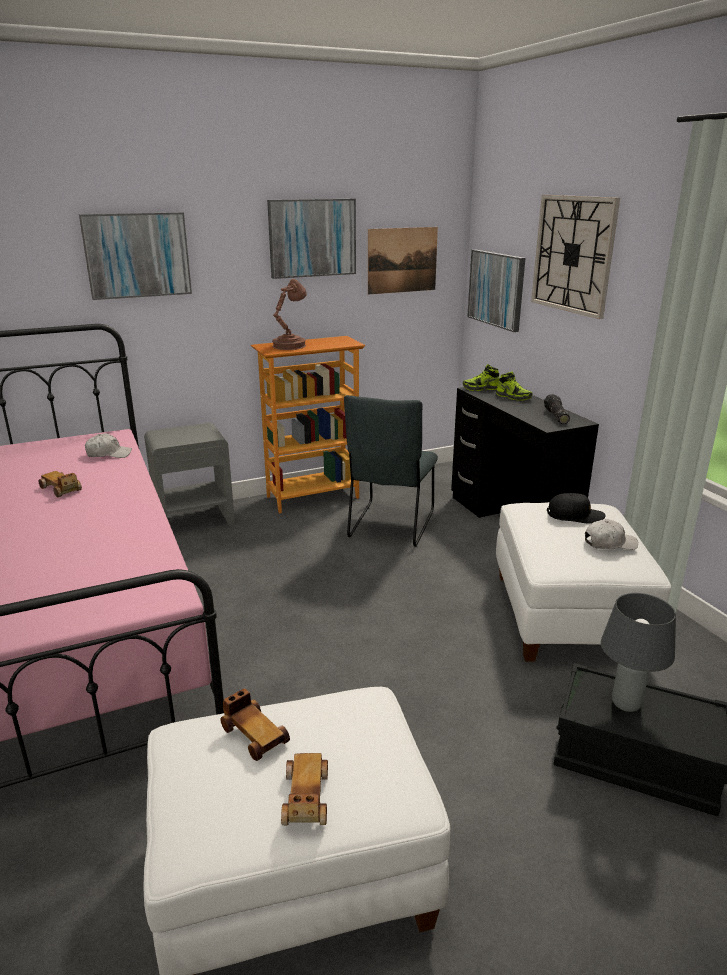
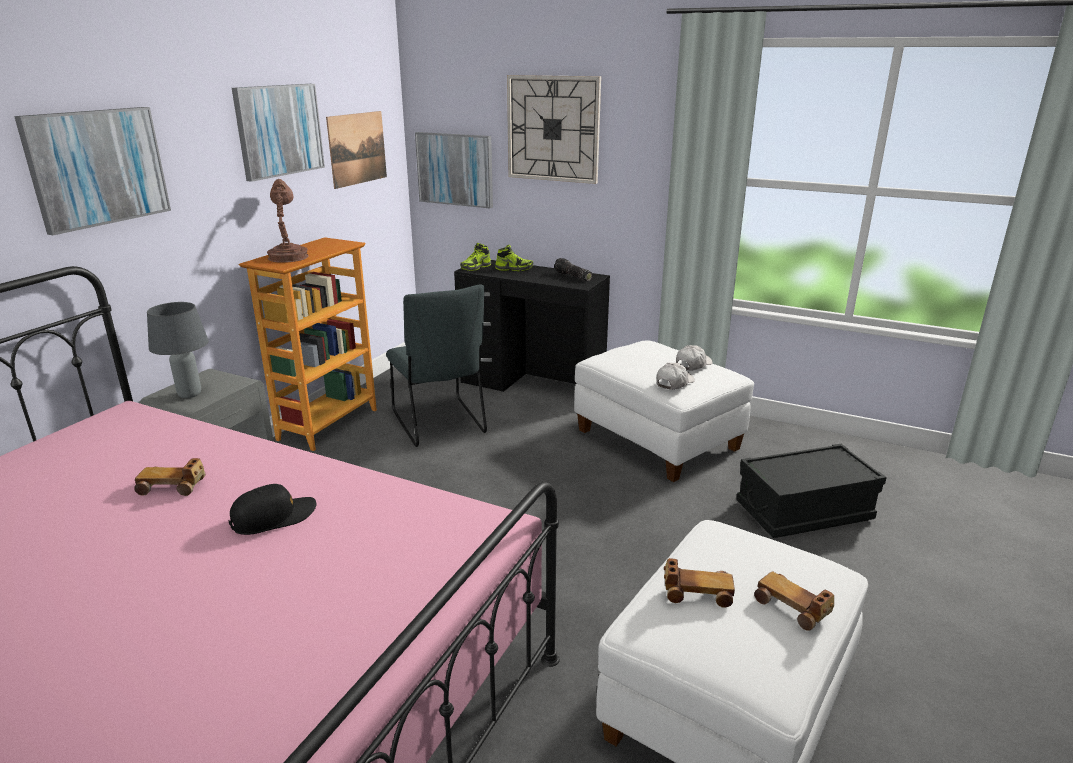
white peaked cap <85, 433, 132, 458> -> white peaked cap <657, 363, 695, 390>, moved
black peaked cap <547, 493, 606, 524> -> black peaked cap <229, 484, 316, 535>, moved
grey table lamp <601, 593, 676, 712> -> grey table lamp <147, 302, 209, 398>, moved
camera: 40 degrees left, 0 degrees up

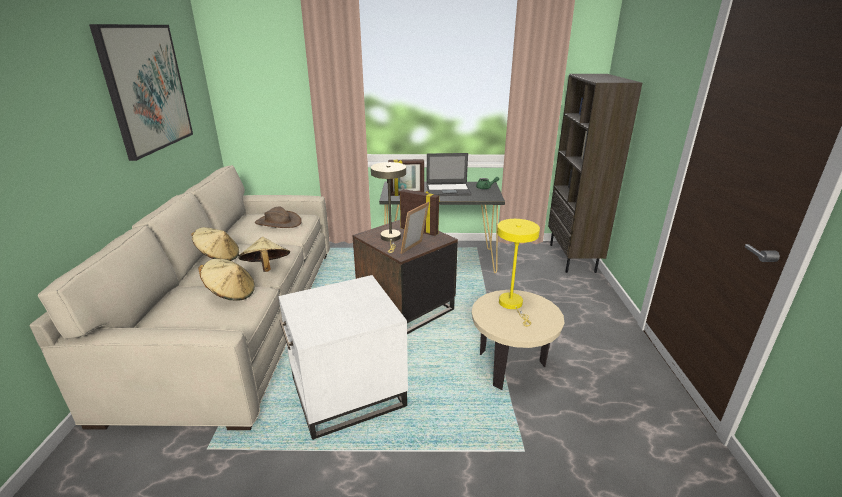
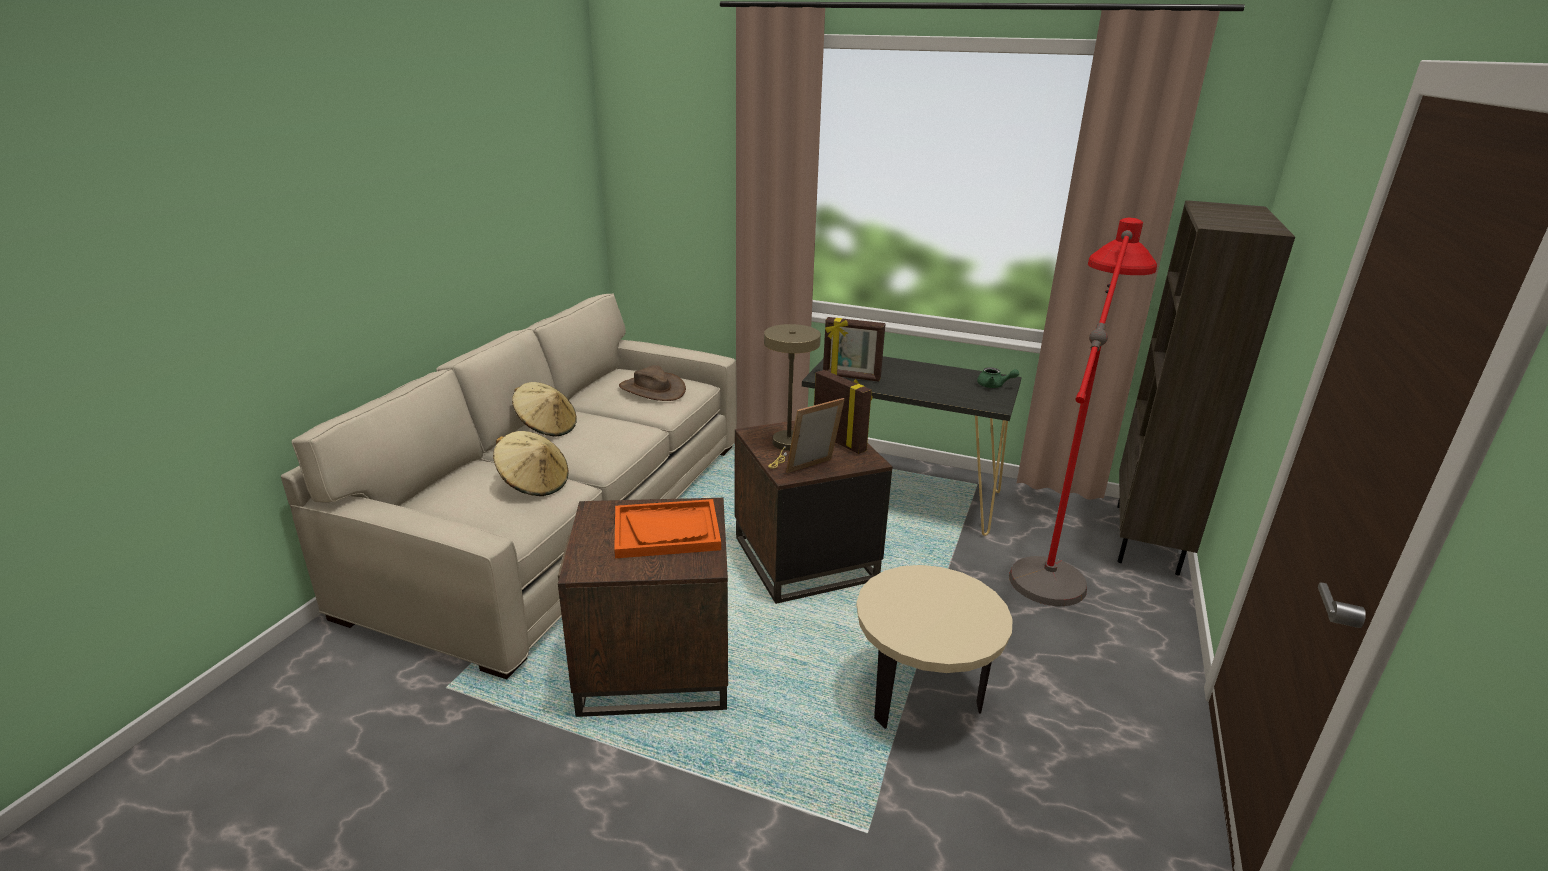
picture <89, 24, 193, 161> -> none
sand-coloured hat <238, 237, 290, 272> -> none
white end table <279, 275, 408, 440> -> brown end table <558, 498, 728, 717>
notebook computer <426, 153, 472, 196> -> none
yellowish table lamp <497, 219, 540, 327> -> none
none -> orangey serving tray <614, 499, 721, 558>
none -> reddish standard lamp <1009, 218, 1157, 606>
camera: 20 degrees right, 0 degrees up

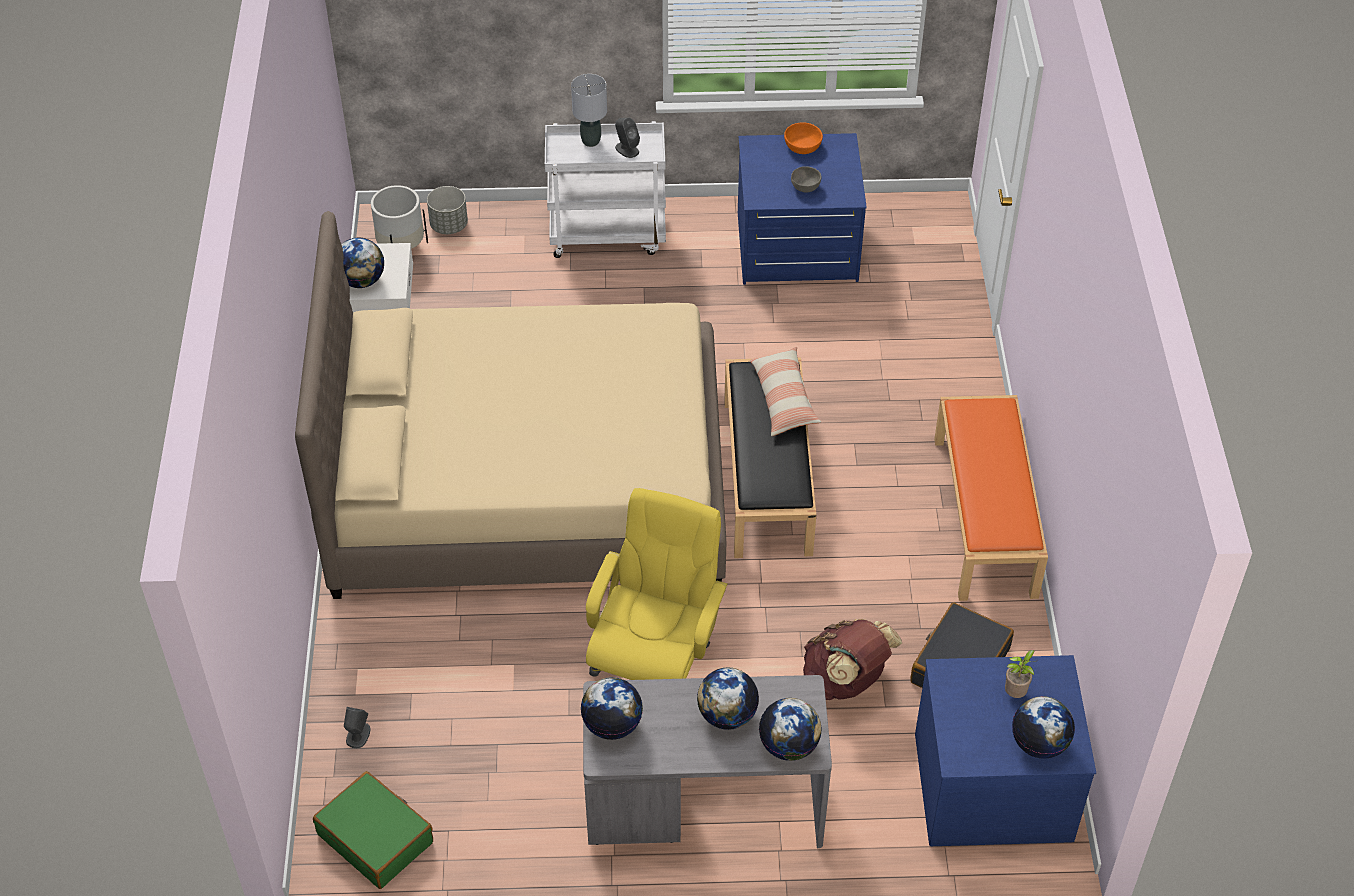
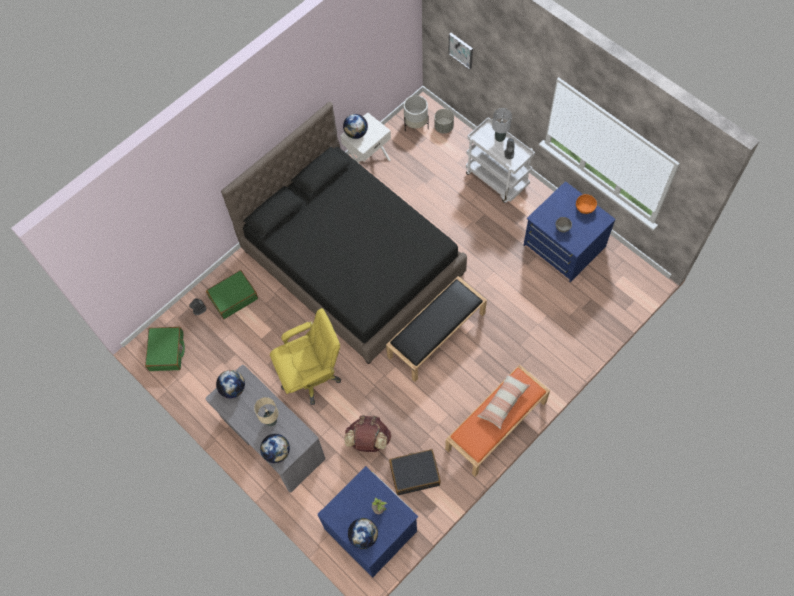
sand-coloured bedroom bed <295, 211, 726, 599> -> black bedroom bed <221, 102, 467, 364>
desk globe <697, 667, 759, 730> -> sand-coloured table lamp <254, 397, 278, 426>
pillow <750, 347, 821, 436> -> pillow <477, 374, 531, 430>, moved
none -> green-coloured piece of luggage <206, 270, 258, 319>
none -> picture <448, 33, 473, 70>
camera: 50 degrees right, 15 degrees up

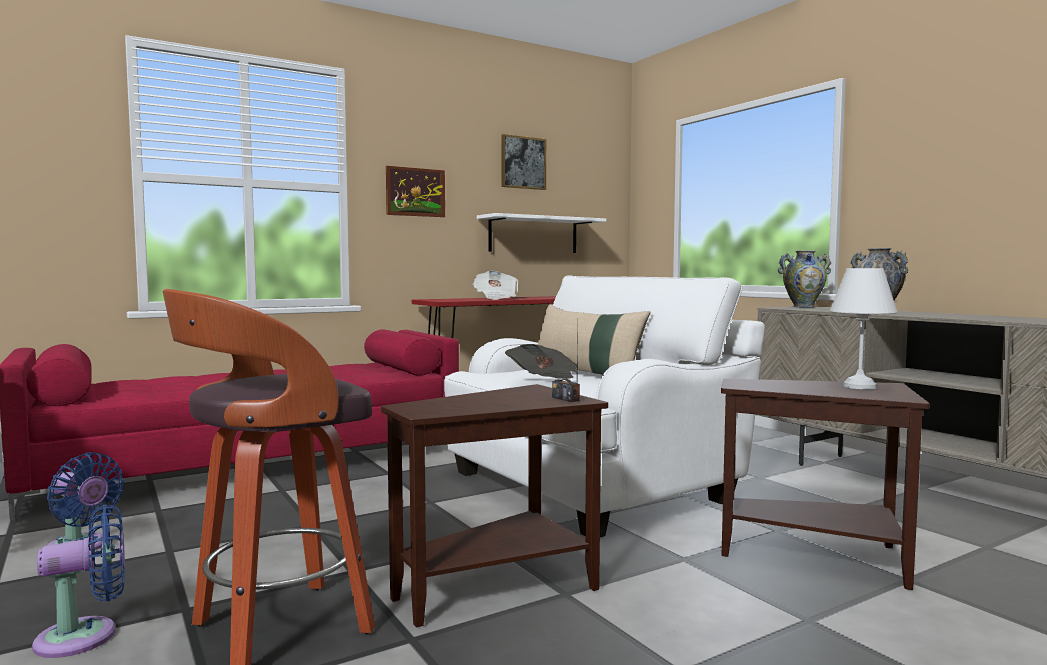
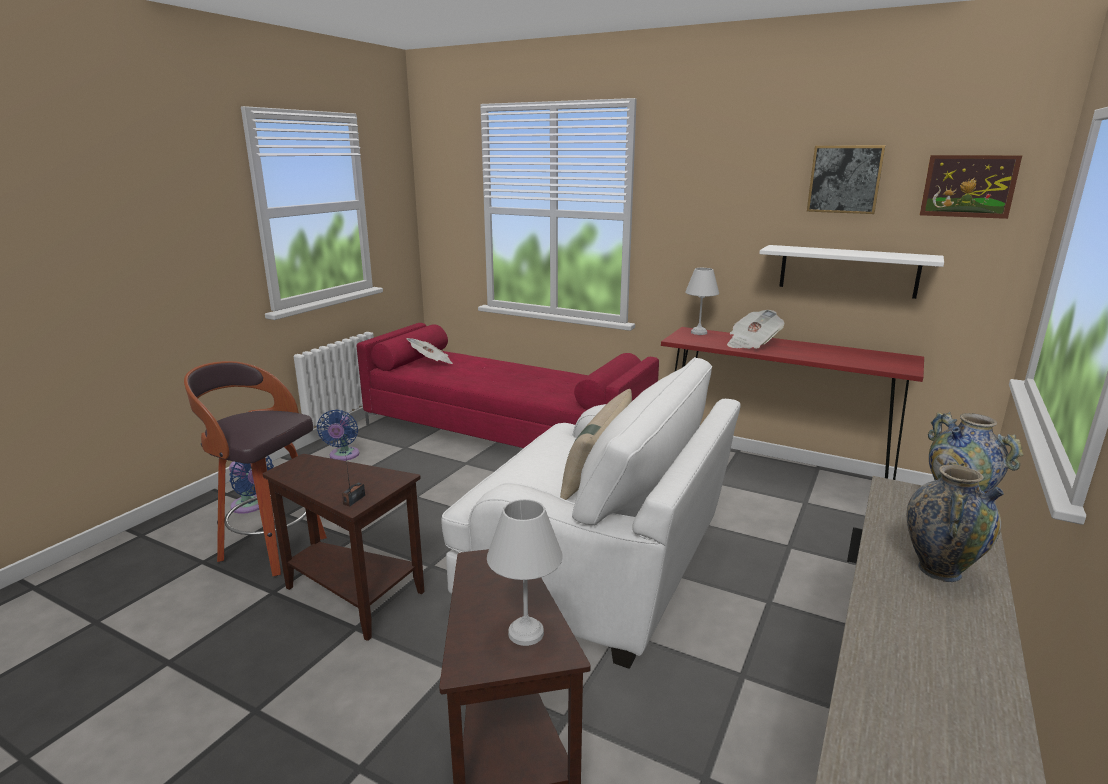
picture <386, 166, 445, 217> -> picture <920, 155, 1022, 219>, moved
daily paper <505, 344, 577, 379> -> daily paper <406, 338, 453, 364>, moved
none -> white table lamp <685, 268, 719, 335>
camera: 60 degrees right, 15 degrees up

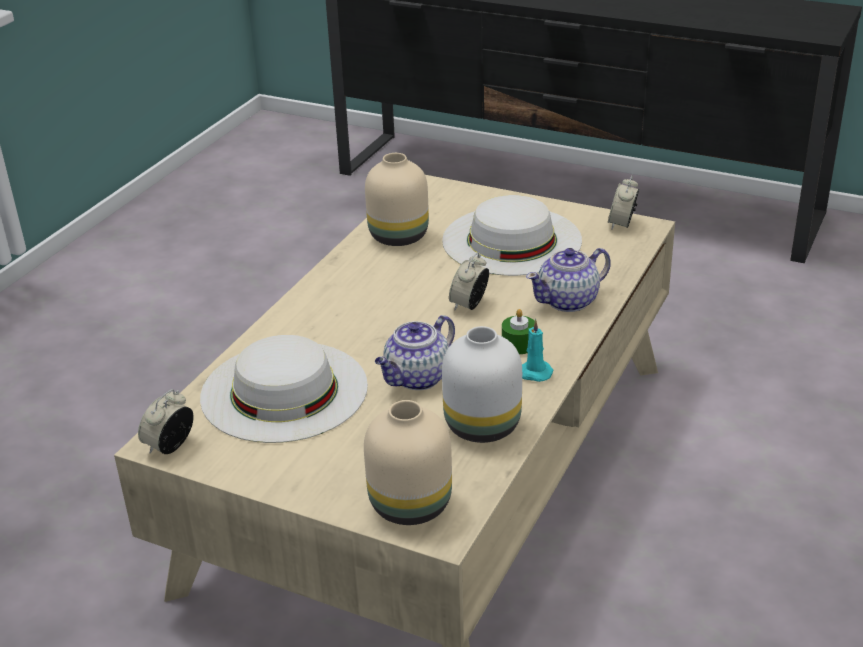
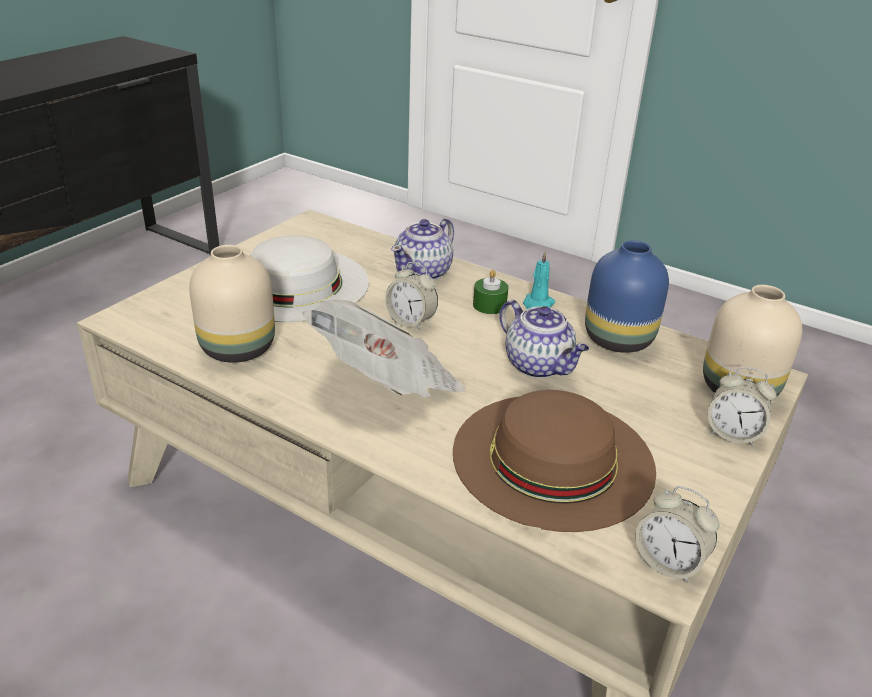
white hat <200, 335, 368, 443> -> brown hat <453, 390, 656, 532>
white vase <442, 326, 522, 443> -> bluish vase <585, 240, 669, 353>
pot for tea <526, 248, 611, 312> -> pot for tea <391, 219, 454, 280>, 60 degrees clockwise
bedside clock <608, 175, 639, 229> -> bedside clock <708, 367, 777, 446>, moved
none -> daily paper <303, 300, 465, 398>
camera: 85 degrees left, 0 degrees up

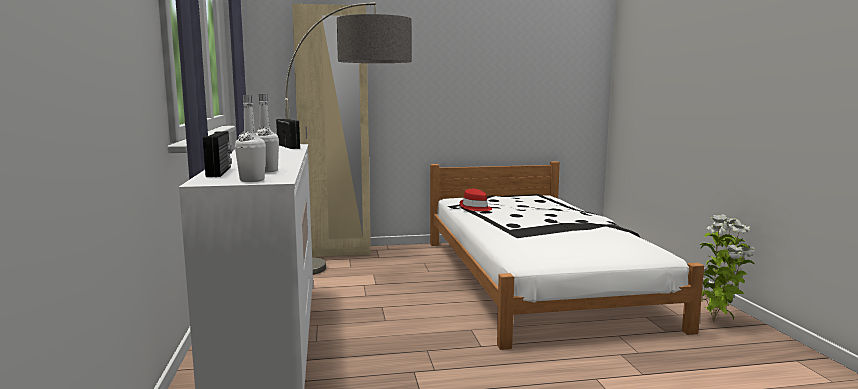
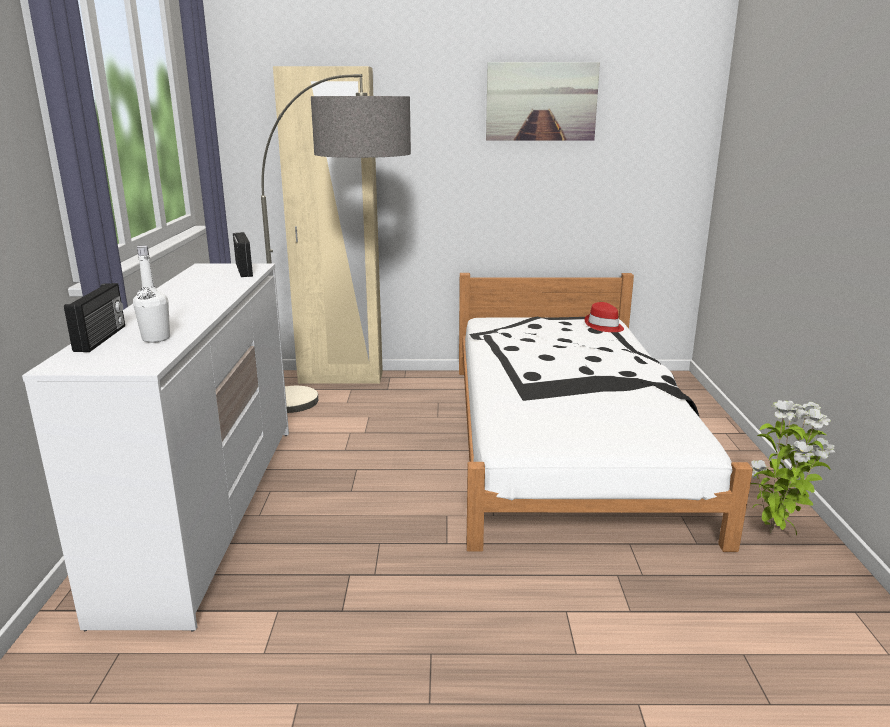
white drink bottle <235, 95, 266, 182> -> none
reddish hat <460, 189, 492, 211> -> reddish hat <585, 302, 624, 332>, moved
none -> picture <486, 62, 600, 141>
camera: 10 degrees right, 10 degrees up

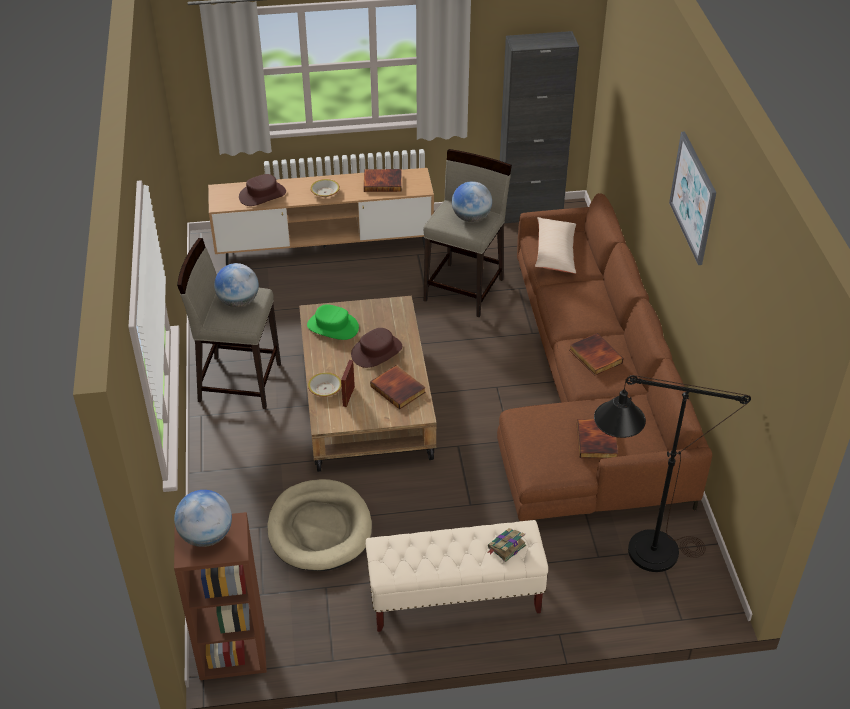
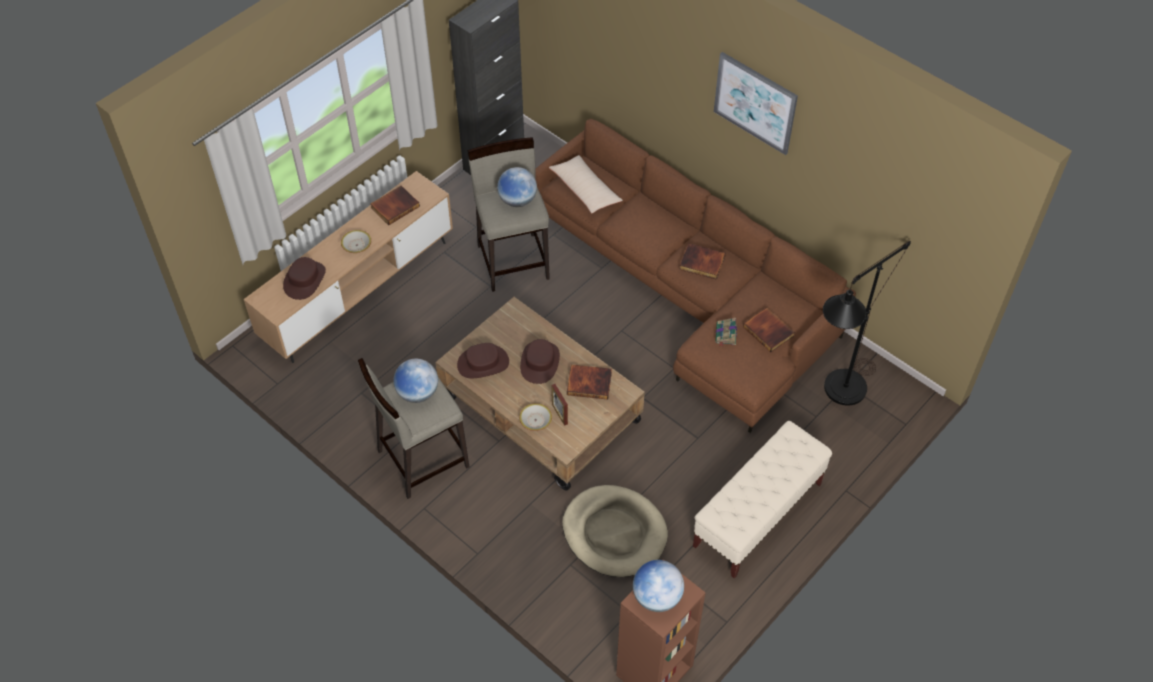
green-coloured hat <307, 304, 359, 340> -> brown hat <457, 343, 509, 378>
bound book <487, 528, 526, 562> -> bound book <715, 318, 737, 347>, moved
camera: 40 degrees left, 10 degrees up

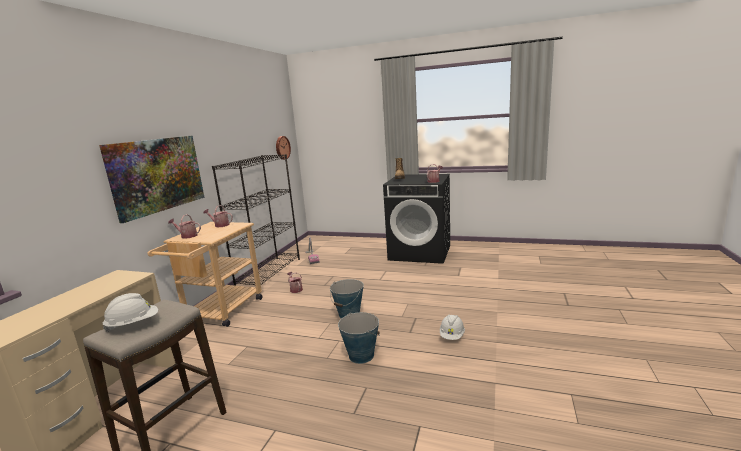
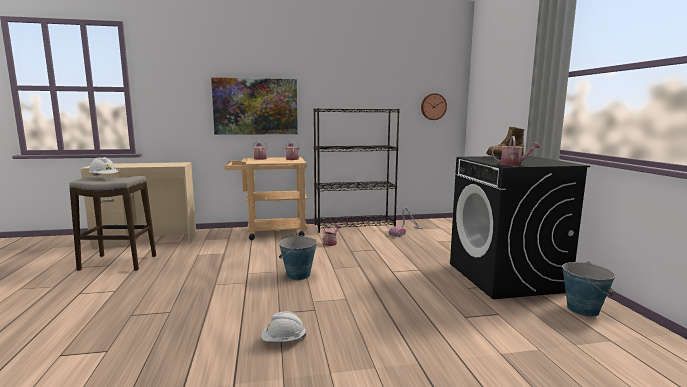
water bucket <338, 312, 380, 364> -> water bucket <562, 261, 616, 317>, moved
camera: 60 degrees right, 5 degrees down

